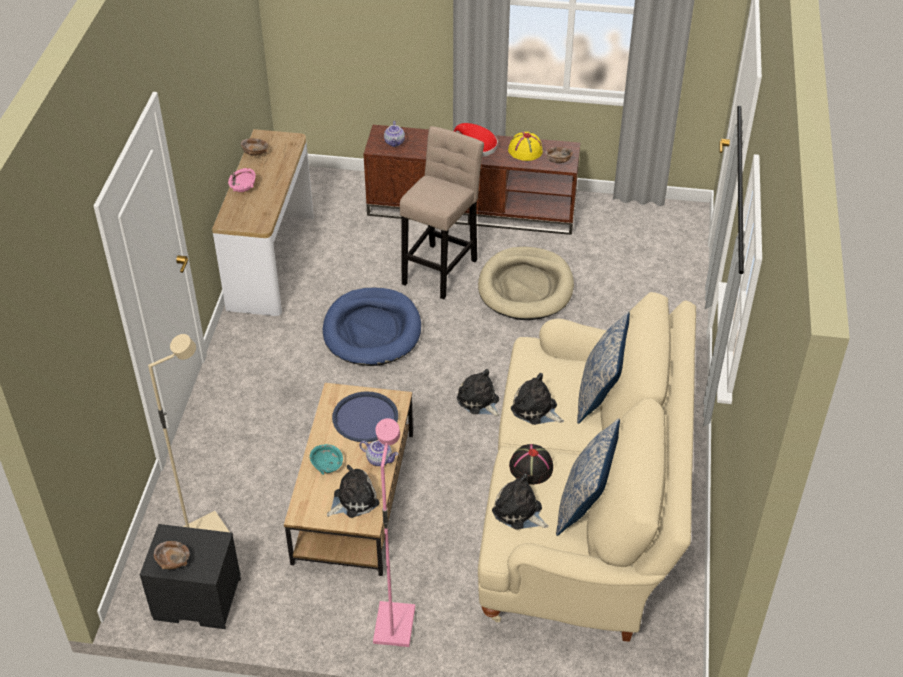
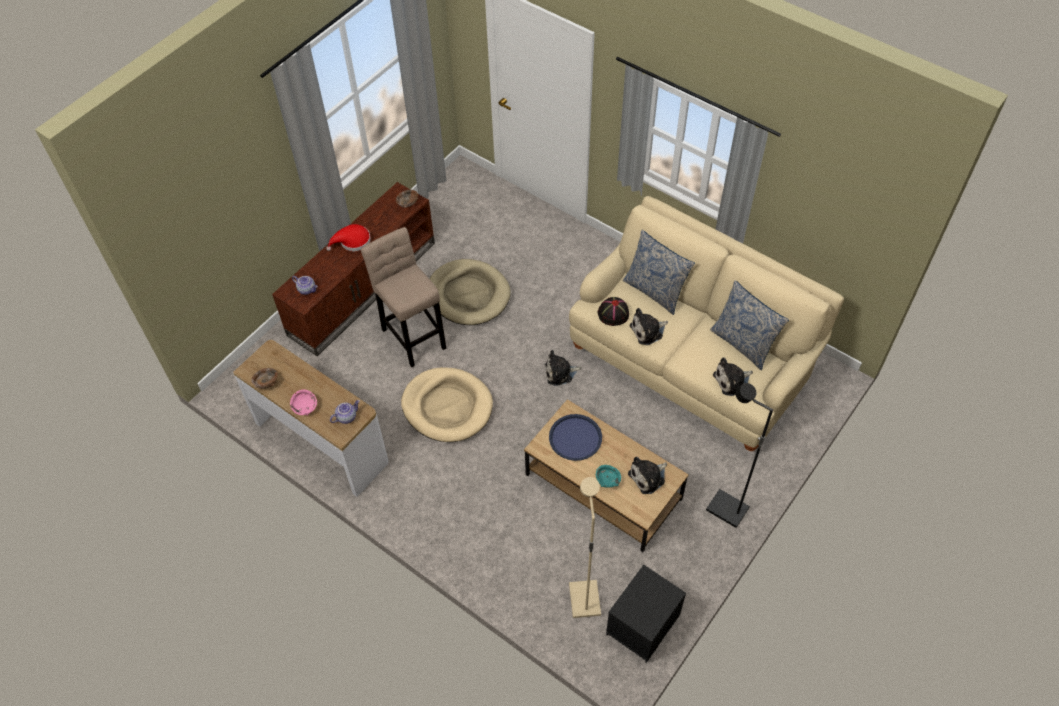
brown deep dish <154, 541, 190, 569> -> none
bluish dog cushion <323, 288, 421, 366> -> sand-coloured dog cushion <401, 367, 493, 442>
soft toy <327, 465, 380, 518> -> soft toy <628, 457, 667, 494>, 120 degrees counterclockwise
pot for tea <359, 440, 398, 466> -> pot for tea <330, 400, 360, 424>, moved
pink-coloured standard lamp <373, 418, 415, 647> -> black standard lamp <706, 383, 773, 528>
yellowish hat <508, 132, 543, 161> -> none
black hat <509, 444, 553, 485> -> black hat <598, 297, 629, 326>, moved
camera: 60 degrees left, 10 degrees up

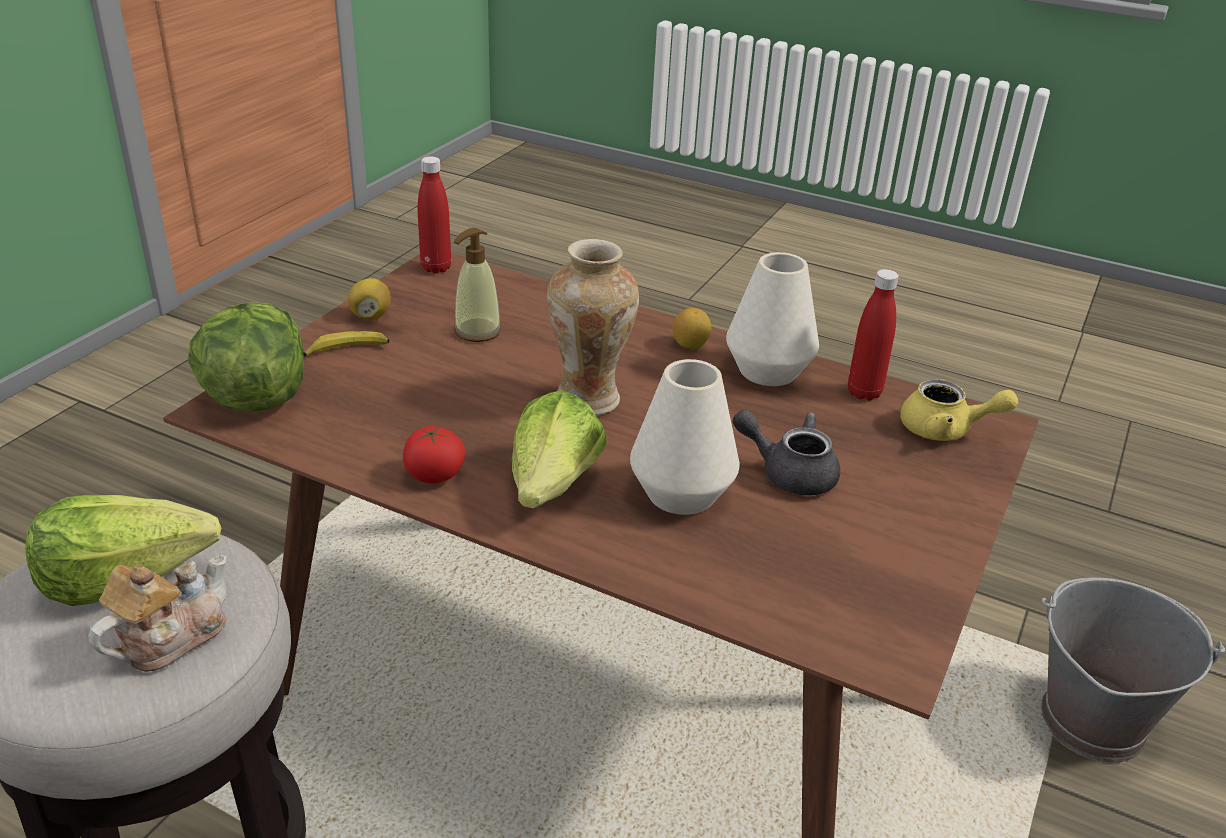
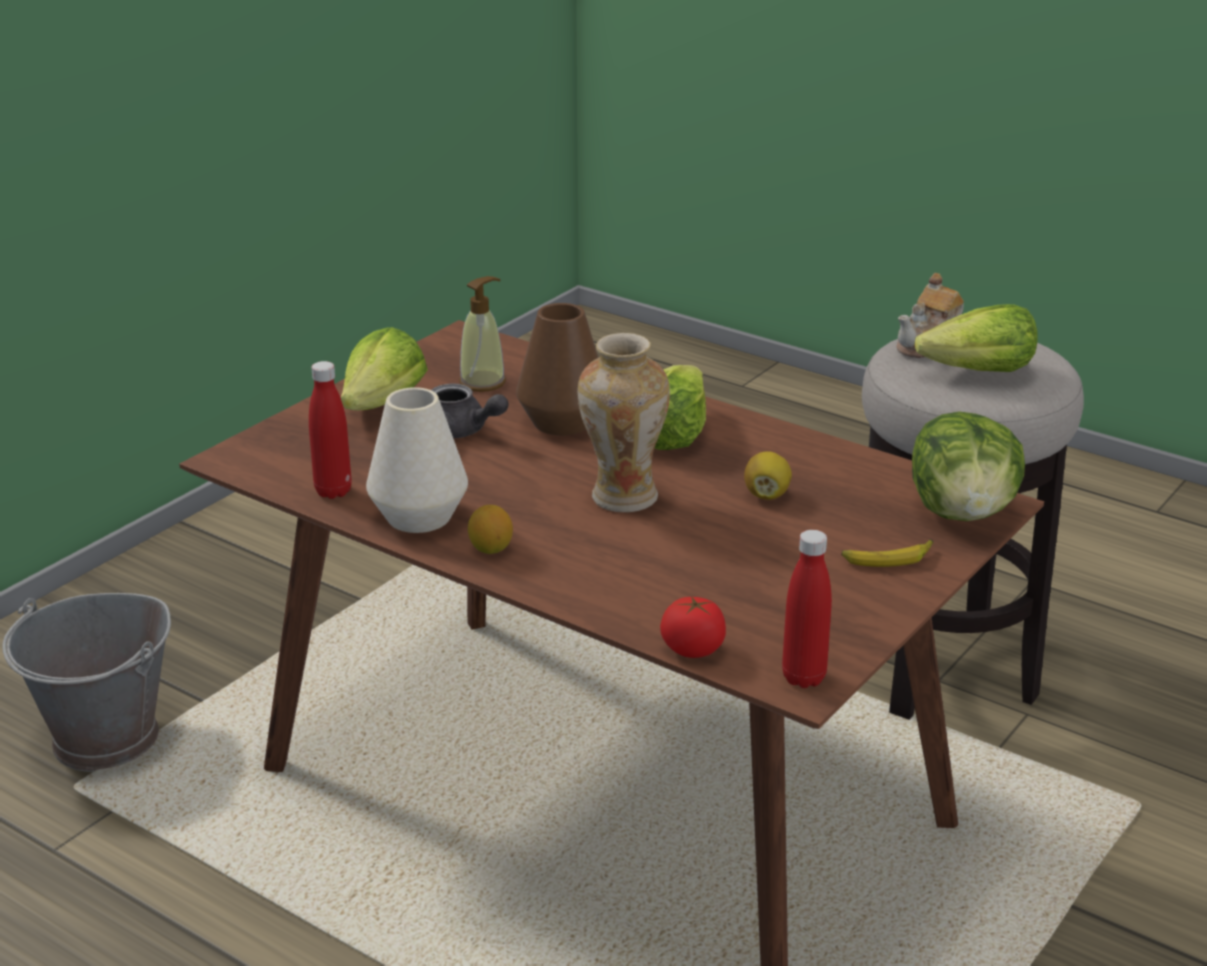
whole lemon <348, 278, 391, 320> -> whole lemon <744, 451, 792, 500>, moved
fresh tomato <403, 426, 465, 484> -> fresh tomato <660, 596, 726, 658>, moved
soap bottle <453, 228, 501, 342> -> soap bottle <459, 276, 506, 392>, moved
white vase <630, 359, 739, 515> -> brown vase <516, 303, 598, 436>
yellowish pot for tea <900, 379, 1018, 441> -> none
none -> head of lettuce <341, 327, 428, 410>
camera: 170 degrees left, 5 degrees down

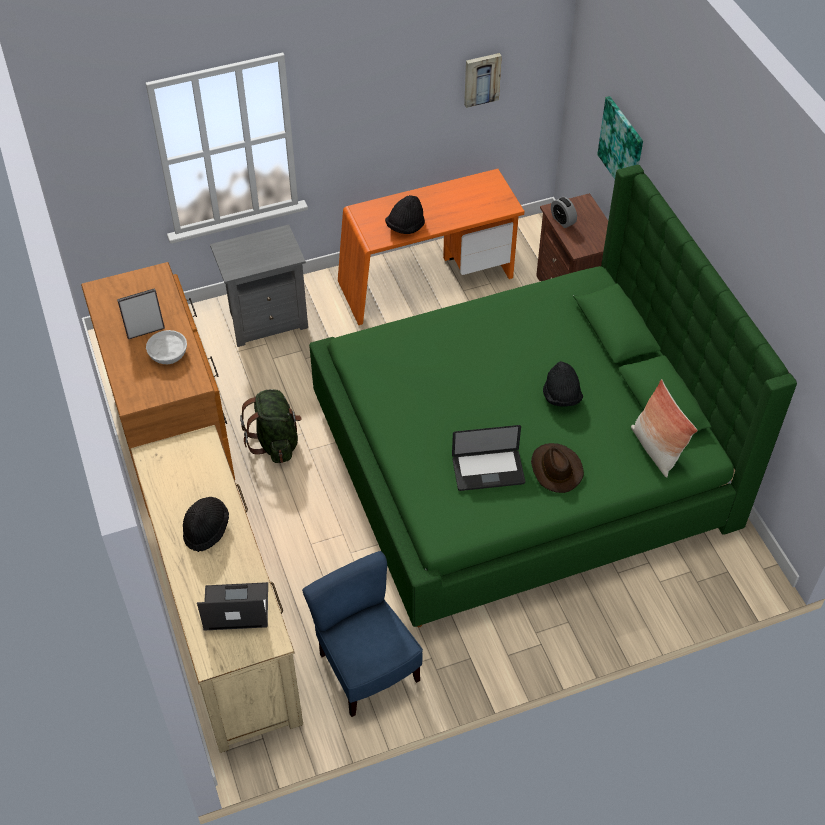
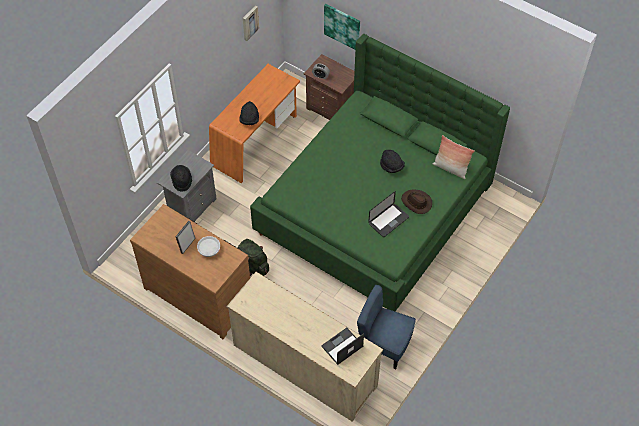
black hat <183, 497, 229, 552> -> black hat <170, 165, 192, 191>, moved
camera: 35 degrees left, 5 degrees up

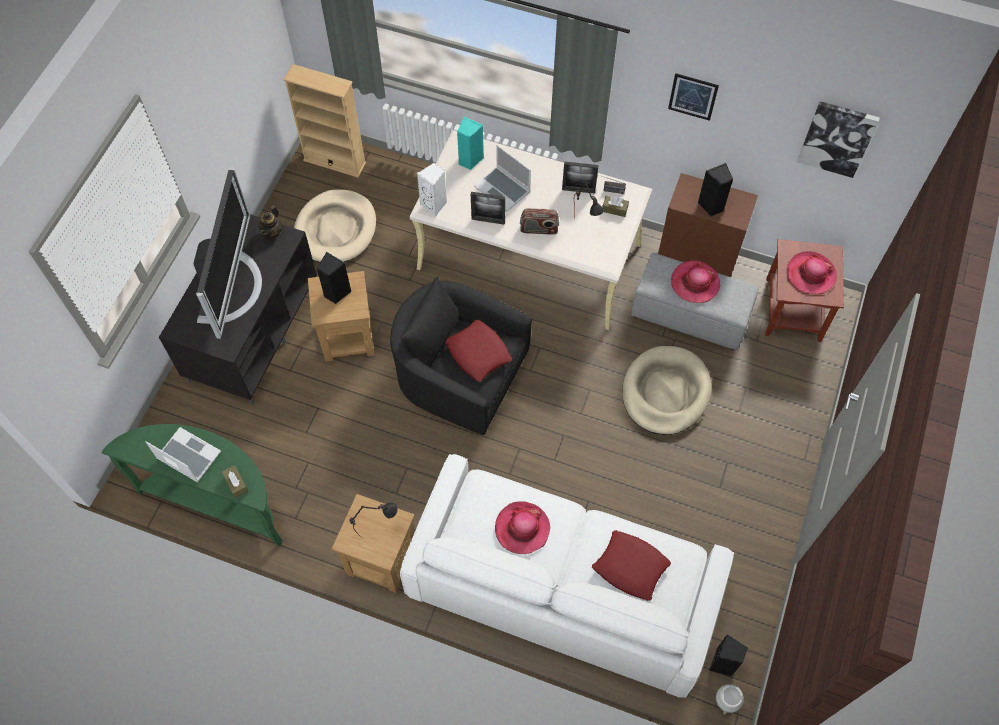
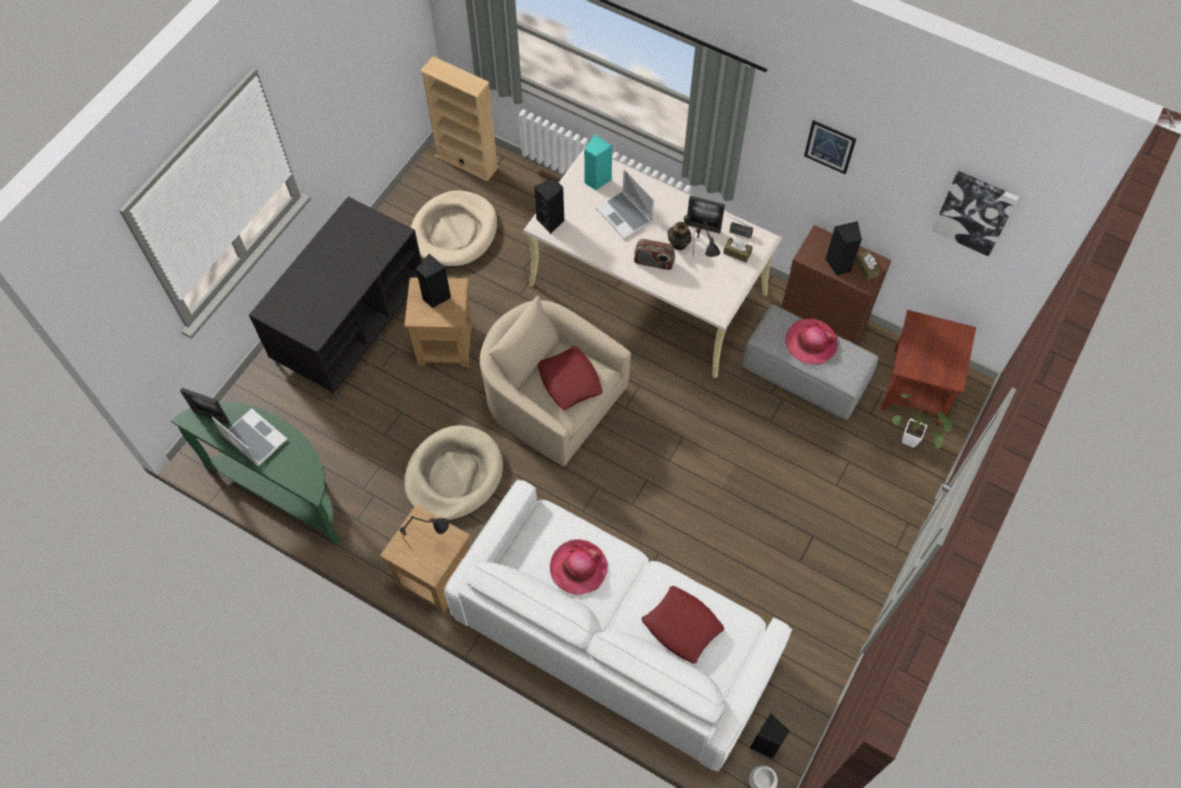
TV <193, 167, 262, 339> -> none
brown tissue holder <222, 465, 248, 498> -> brown tissue holder <855, 251, 881, 281>, moved
pot for tea <258, 205, 282, 239> -> pot for tea <667, 215, 692, 250>, moved
black lounge chair <390, 276, 532, 435> -> sand-coloured lounge chair <480, 295, 631, 467>
white audio speaker <417, 163, 447, 216> -> black audio speaker <534, 178, 565, 234>
standing frame <471, 192, 505, 225> -> standing frame <180, 388, 230, 425>, moved
sand-coloured dog cushion <622, 346, 712, 435> -> sand-coloured dog cushion <404, 425, 503, 521>, moved
hat <787, 251, 837, 294> -> none
none -> plant in a pot <891, 394, 952, 449>
camera: 10 degrees right, 0 degrees up

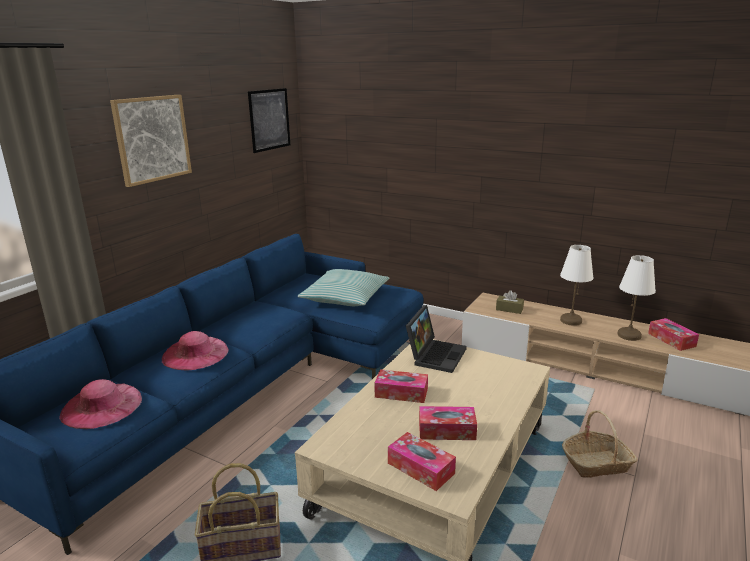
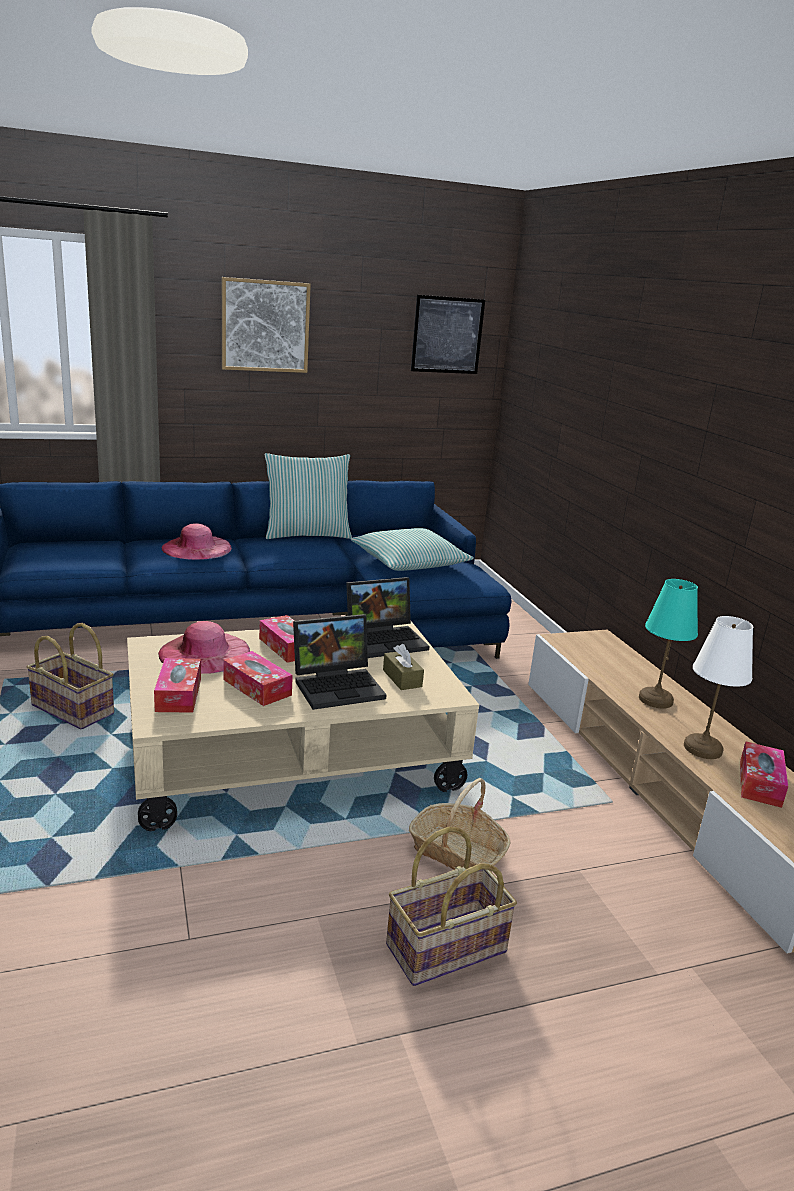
pink-coloured hat <59, 379, 142, 429> -> pink-coloured hat <158, 621, 250, 674>, moved
brown tissue holder <496, 290, 524, 314> -> brown tissue holder <383, 644, 424, 690>, moved
white table lamp <560, 245, 594, 326> -> turquoise table lamp <639, 579, 698, 709>
none -> pillow <265, 453, 352, 539>
none -> notebook computer <293, 614, 387, 710>
none -> storage basket <386, 827, 517, 986>
camera: 40 degrees right, 0 degrees up

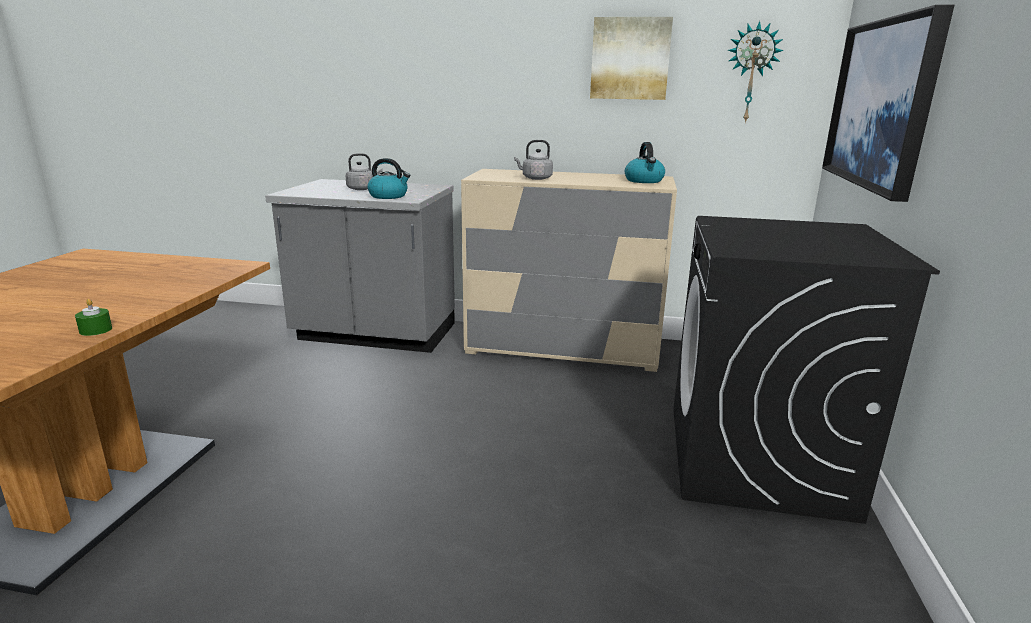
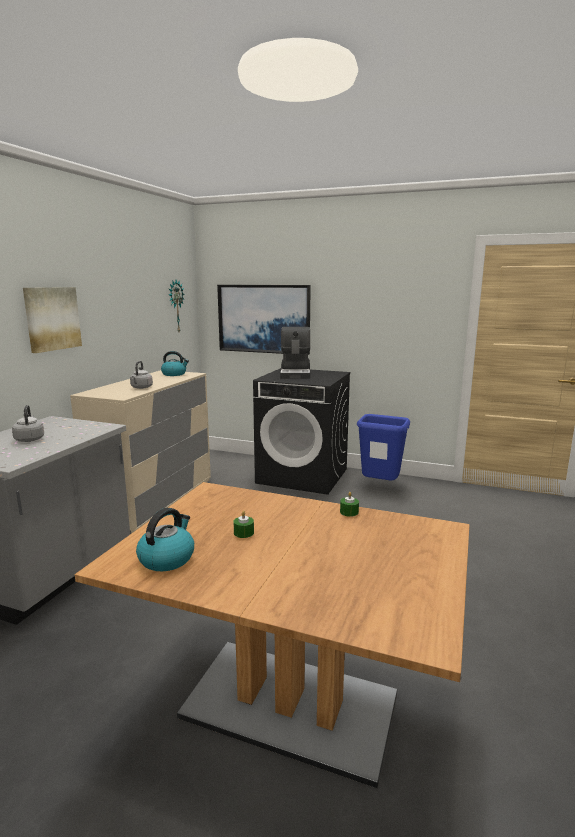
kettle <367, 158, 410, 199> -> kettle <136, 508, 194, 571>, moved
picture <590, 17, 673, 100> -> picture <23, 287, 82, 353>, moved
none -> green-coloured wax light <234, 511, 254, 538>
none -> coffee maker <280, 327, 310, 379>
none -> bluish waste bin <357, 414, 410, 480>
camera: 80 degrees left, 5 degrees down

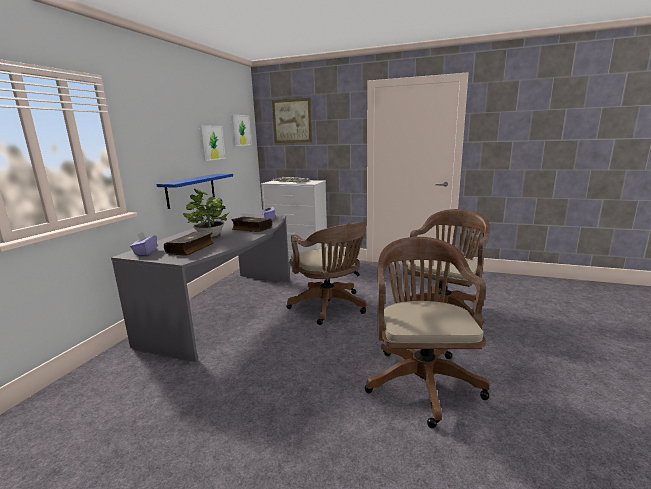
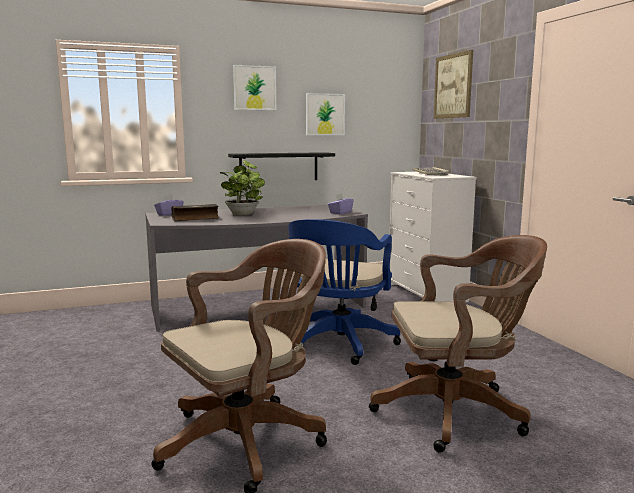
bluish shelf <156, 174, 233, 209> -> black shelf <228, 152, 335, 180>
picture <231, 114, 251, 146> -> picture <233, 65, 276, 110>, moved
bound book <232, 217, 272, 232> -> none
brown office chair <286, 222, 367, 325> -> bluish office chair <288, 219, 401, 365>
camera: 50 degrees right, 5 degrees down

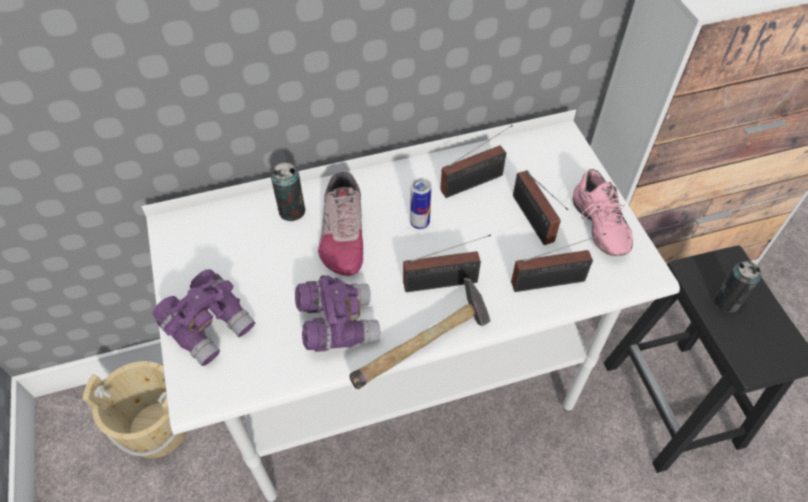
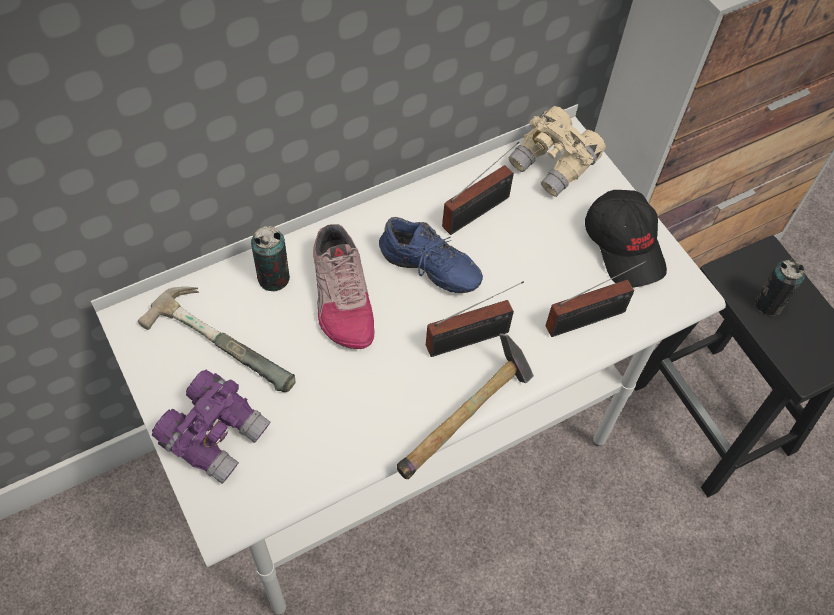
sand-coloured water bucket <83, 361, 187, 458> -> none
purplish field glasses <295, 275, 380, 352> -> none
metal can <410, 178, 432, 229> -> bluish item of footwear <379, 217, 483, 293>
radio receiver <513, 170, 568, 245> -> none
pink-coloured item of footwear <573, 169, 633, 256> -> black peaked cap <585, 190, 667, 288>
none -> hand hammer <138, 287, 295, 392>
none -> sand-coloured field glasses <508, 106, 606, 197>
camera: 15 degrees left, 5 degrees up

